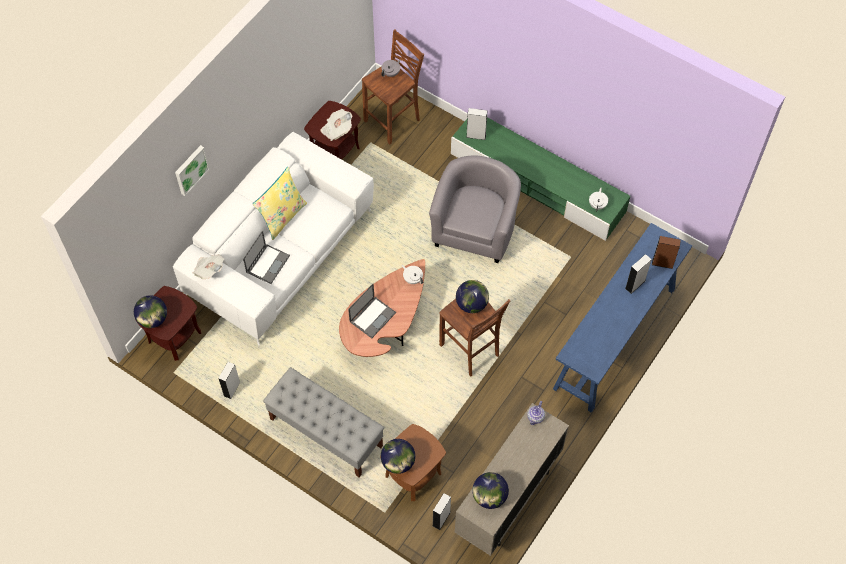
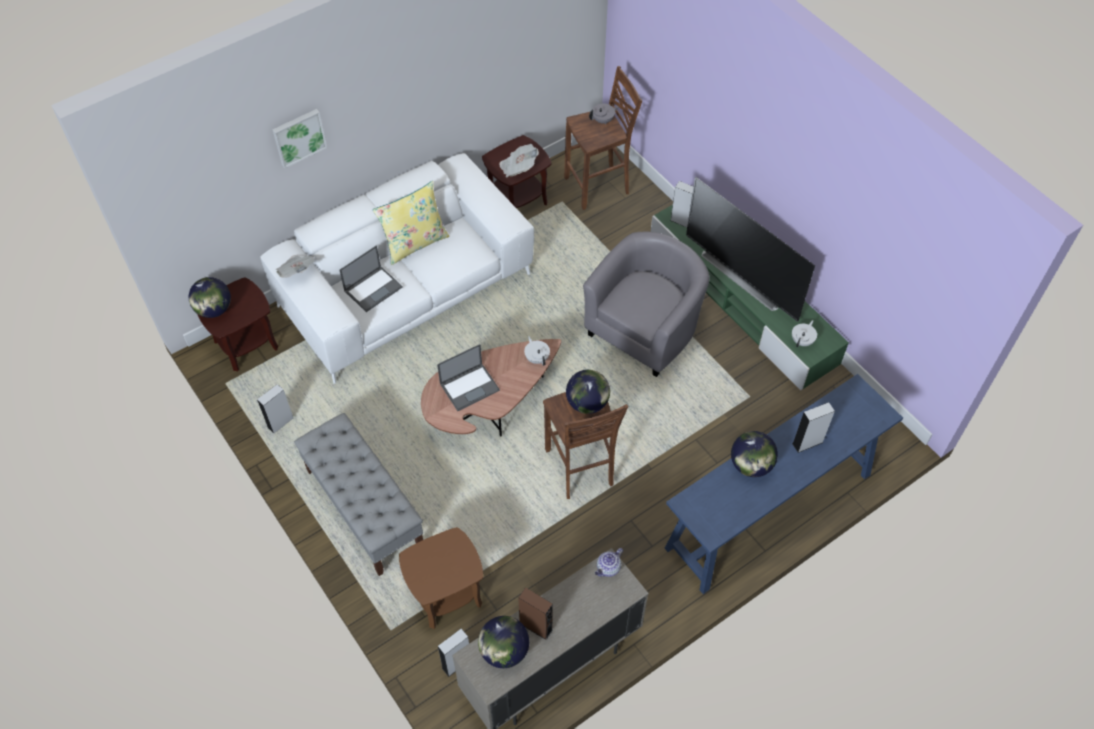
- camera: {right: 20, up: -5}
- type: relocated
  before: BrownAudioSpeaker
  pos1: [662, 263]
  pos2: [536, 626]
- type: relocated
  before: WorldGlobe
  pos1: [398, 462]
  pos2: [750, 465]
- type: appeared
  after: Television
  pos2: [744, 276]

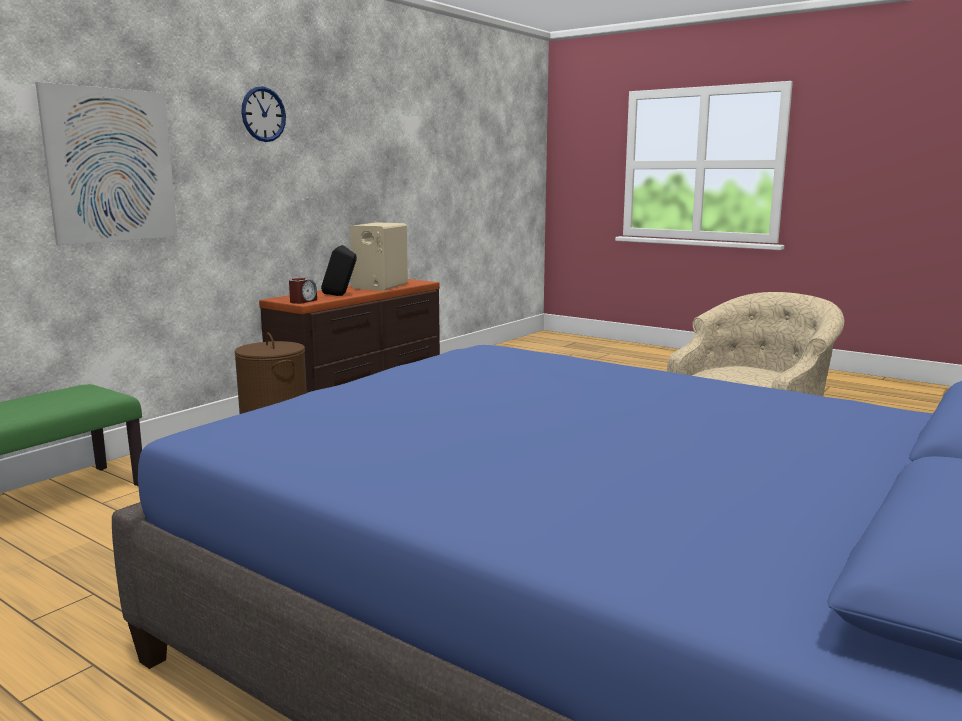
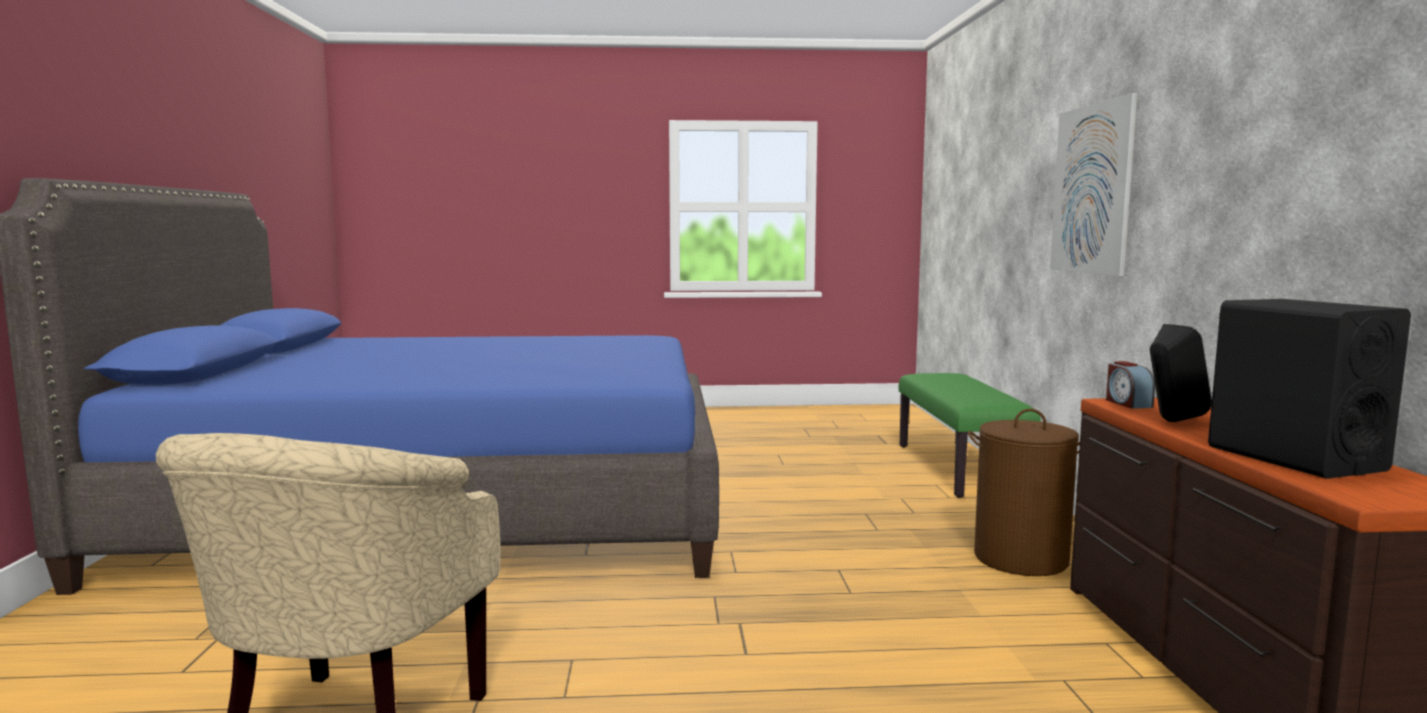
- camera: {right: 140, up: -5}
- type: missing
  before: WallClock
  pos1: [263, 114]
- type: colour
  before: BeigeColouredAudioSpeaker
  after: BlackAudioSpeaker
  pos1: [380, 286]
  pos2: [1293, 458]

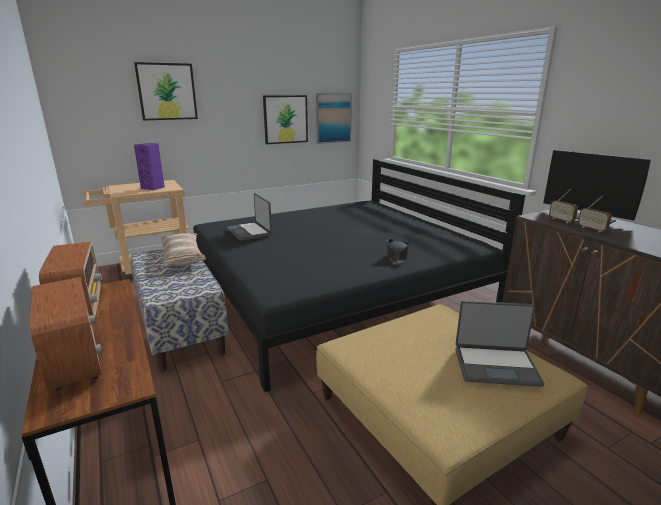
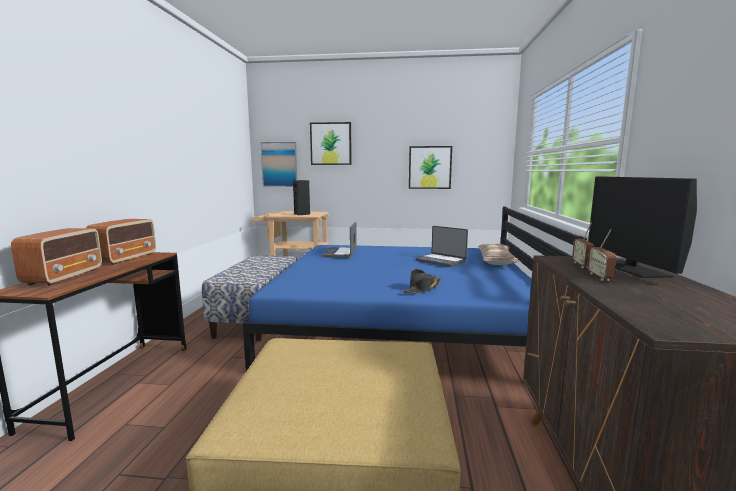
- camera: {right: 35, up: -10}
- type: relocated
  before: WallPicture
  pos1: [333, 118]
  pos2: [279, 164]
- type: colour
  before: PurpleColouredAudioSpeaker
  after: BlackAudioSpeaker
  pos1: [153, 188]
  pos2: [302, 214]
- type: colour
  before: BlackSleepingBed
  after: BlueSleepingBed
  pos1: [337, 291]
  pos2: [404, 324]
- type: relocated
  before: ThrowPillow
  pos1: [183, 257]
  pos2: [496, 261]
- type: relocated
  before: NotebookComputer
  pos1: [496, 365]
  pos2: [441, 261]

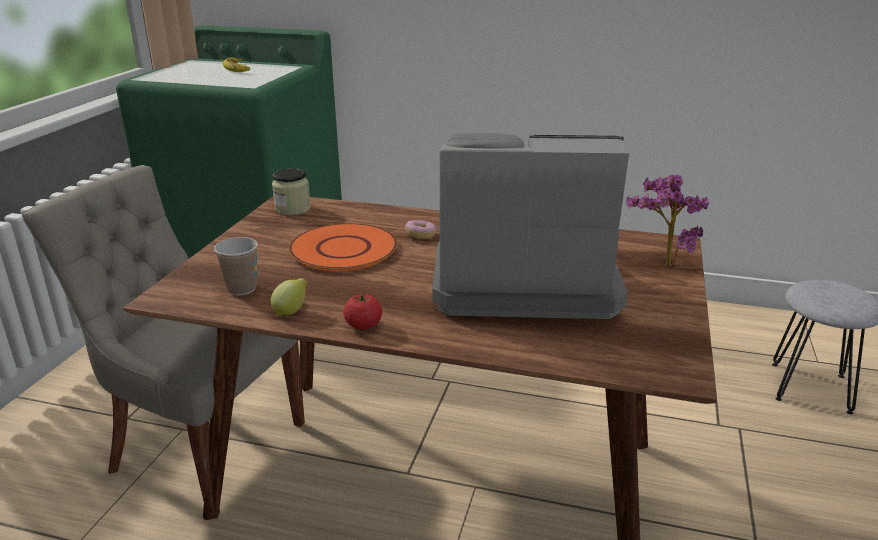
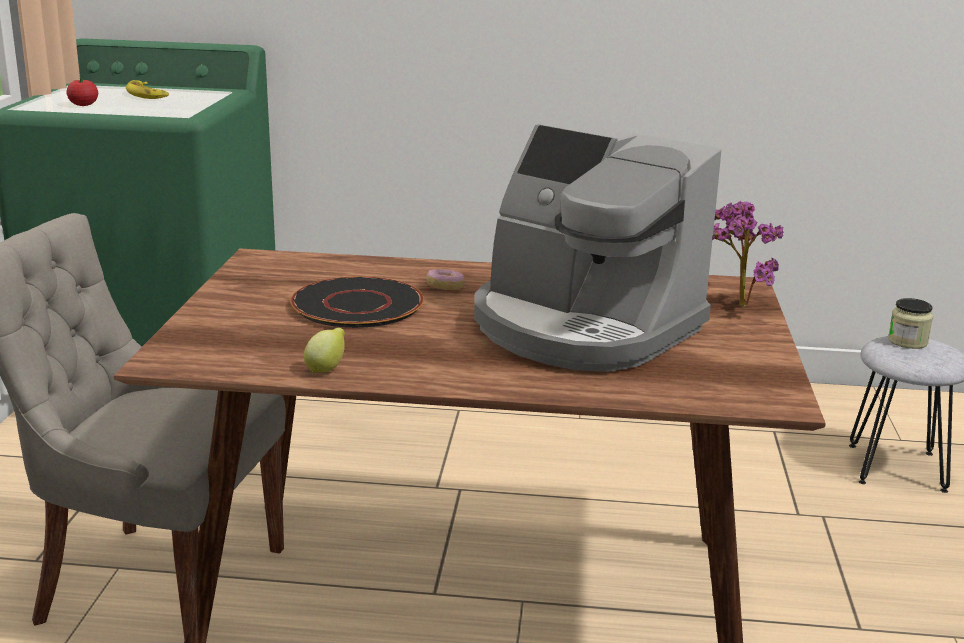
- camera: {right: -10, up: -5}
- type: spun
  before: CoffeeBrewer
  pos1: [521, 281]
  pos2: [582, 328]
  turn: -135
- type: relocated
  before: PreserveJar
  pos1: [292, 209]
  pos2: [907, 342]
- type: colour
  before: OrangeColouredPlate
  after: BlackPlate
  pos1: [343, 249]
  pos2: [356, 304]
- type: missing
  before: SmallCup
  pos1: [242, 289]
- type: relocated
  before: WholeTomato
  pos1: [363, 325]
  pos2: [83, 105]

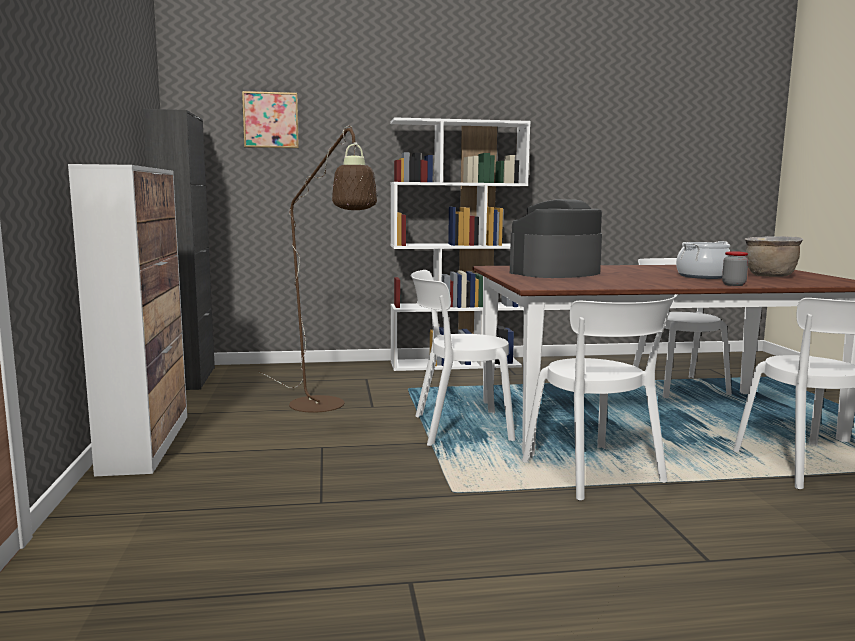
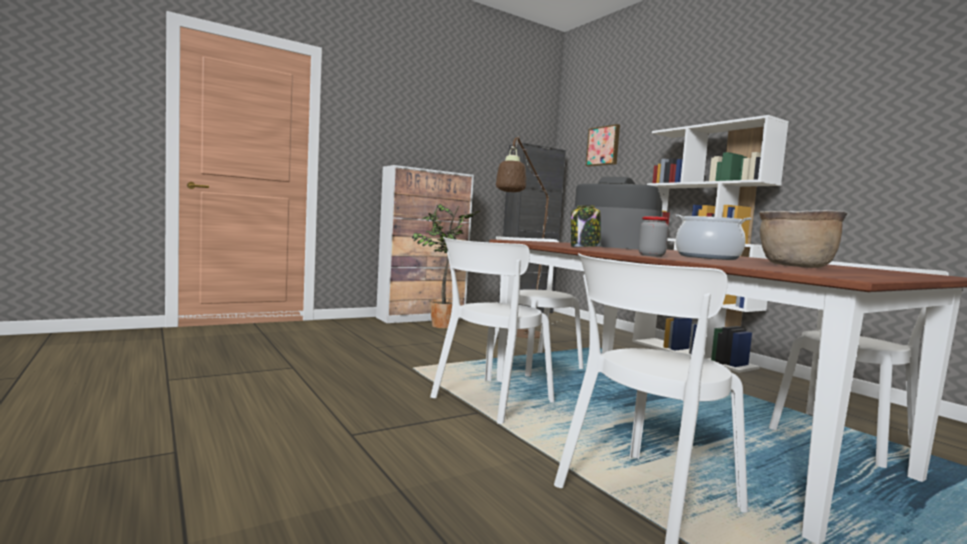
- camera: {right: 65, up: -5}
- type: appeared
  after: PottedPlant
  pos2: [441, 326]
- type: appeared
  after: PreserveJar
  pos2: [584, 247]

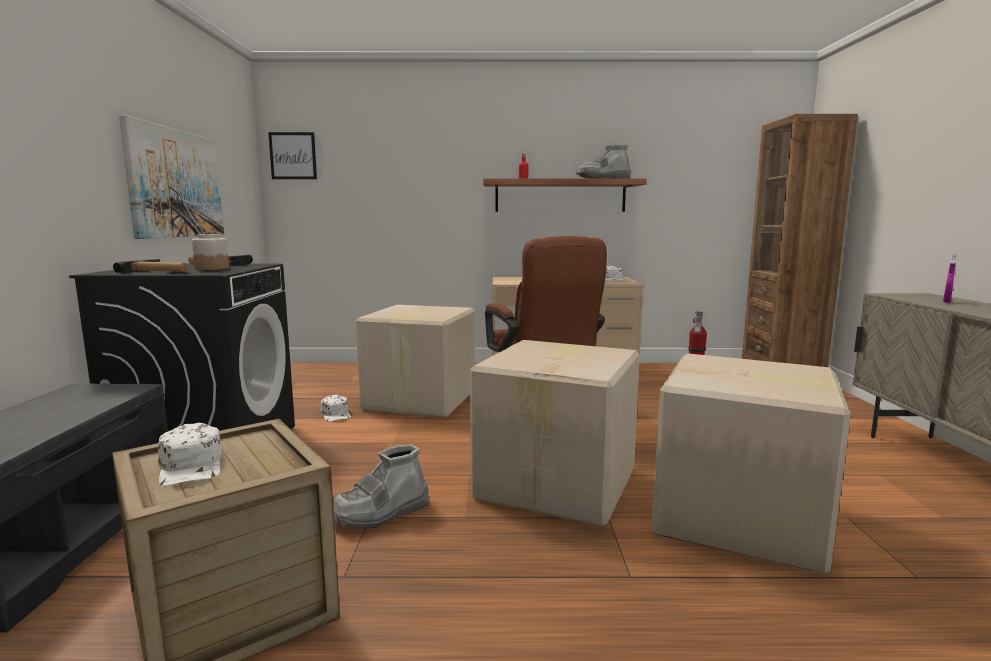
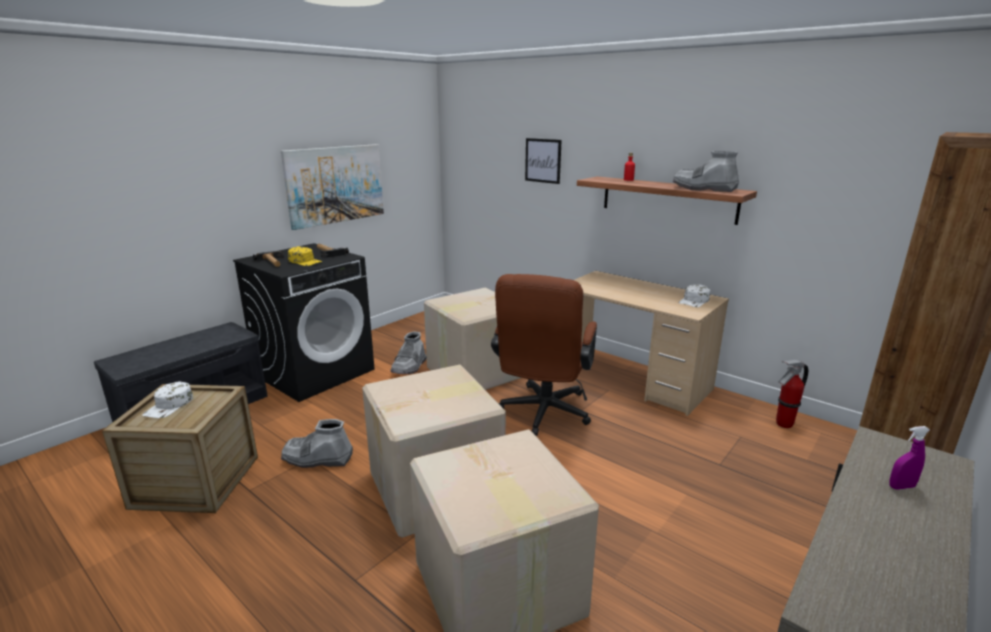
- camera: {right: 40, up: 10}
- type: relocated
  before: WallPicture
  pos1: [293, 156]
  pos2: [543, 160]
- type: exchanged
  before: PreserveJar
  after: YellowColouredBaseballCap
  pos1: [211, 268]
  pos2: [305, 261]
- type: exchanged
  before: WhiteColouredBaseballCap
  after: GreyTallBoot
  pos1: [336, 414]
  pos2: [409, 367]

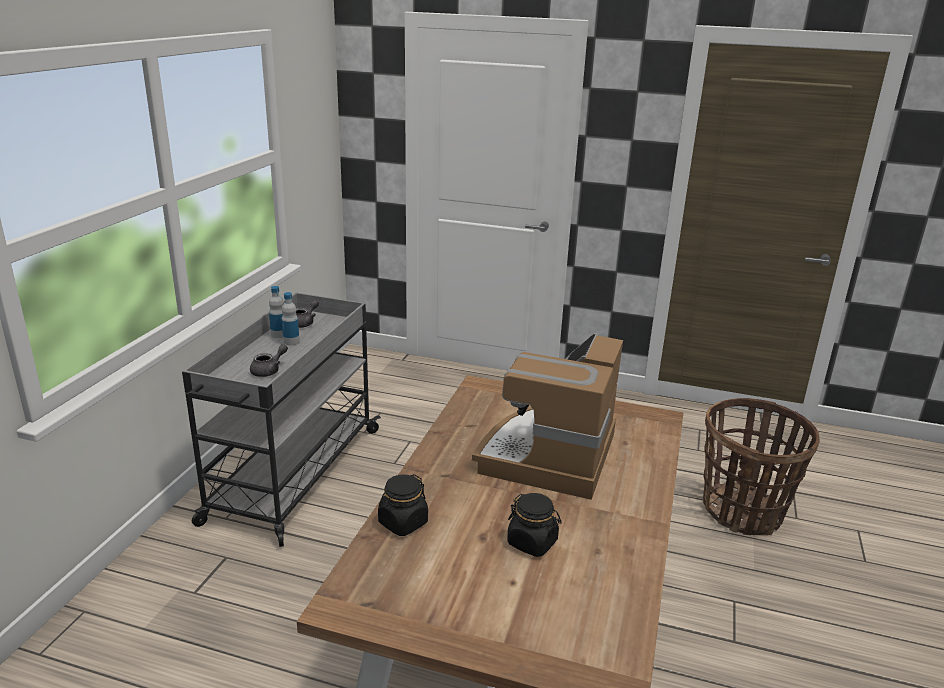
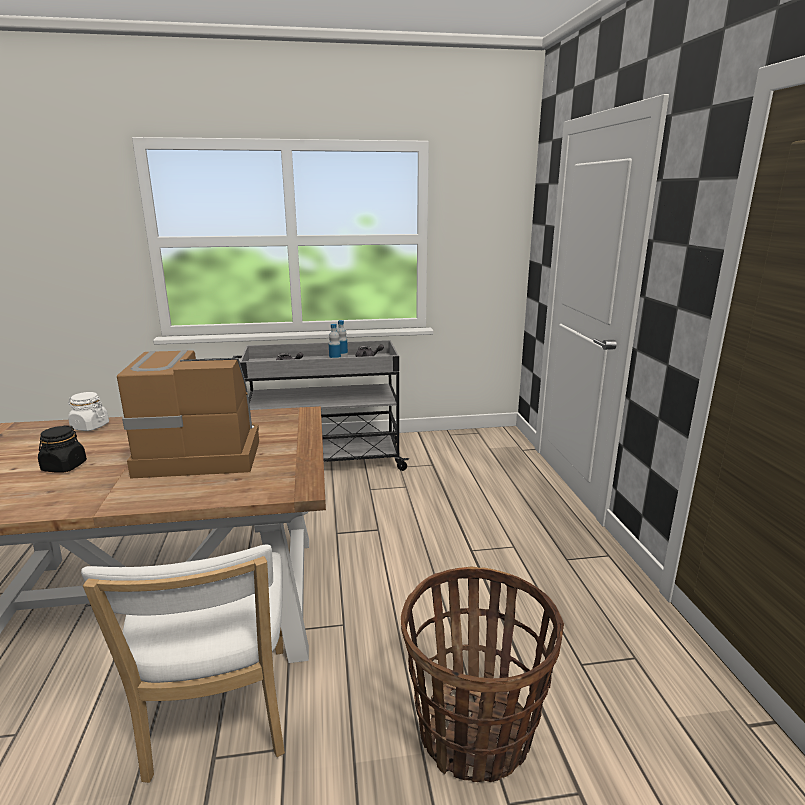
- camera: {right: 65, up: -5}
- type: colour
  before: BlackPreserveJar
  after: WhiteColouredPreserveJar
  pos1: [402, 523]
  pos2: [90, 426]
- type: appeared
  after: WhiteColouredUprightChair
  pos2: [218, 717]

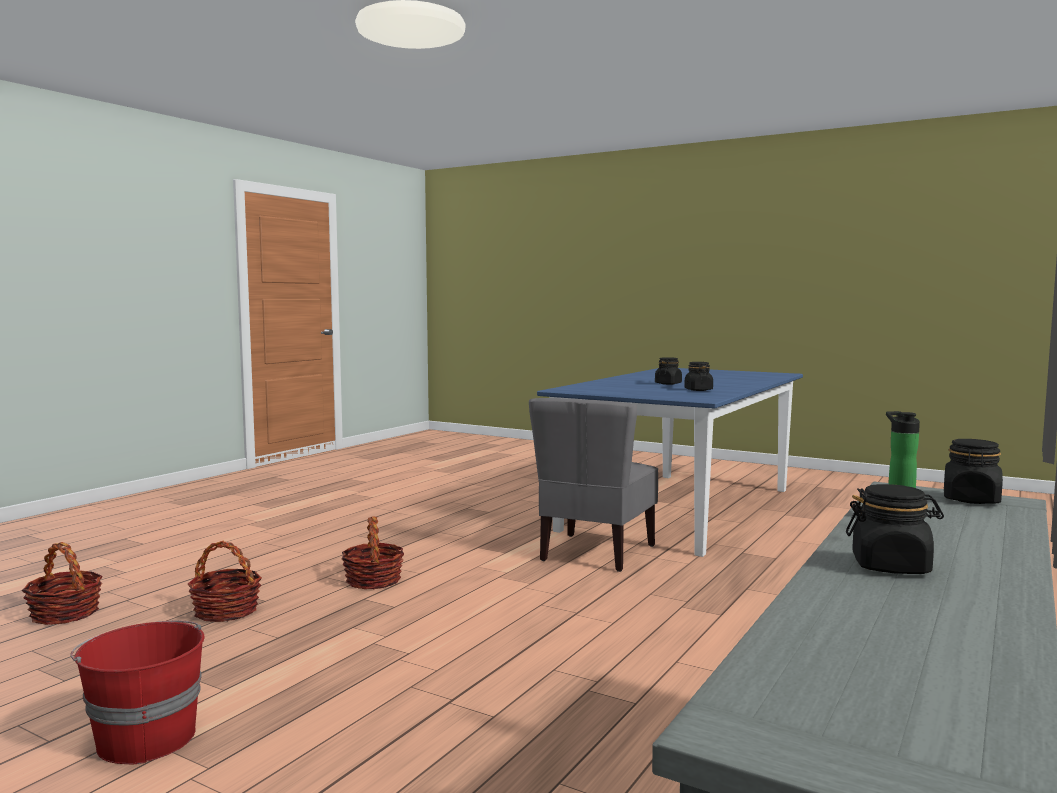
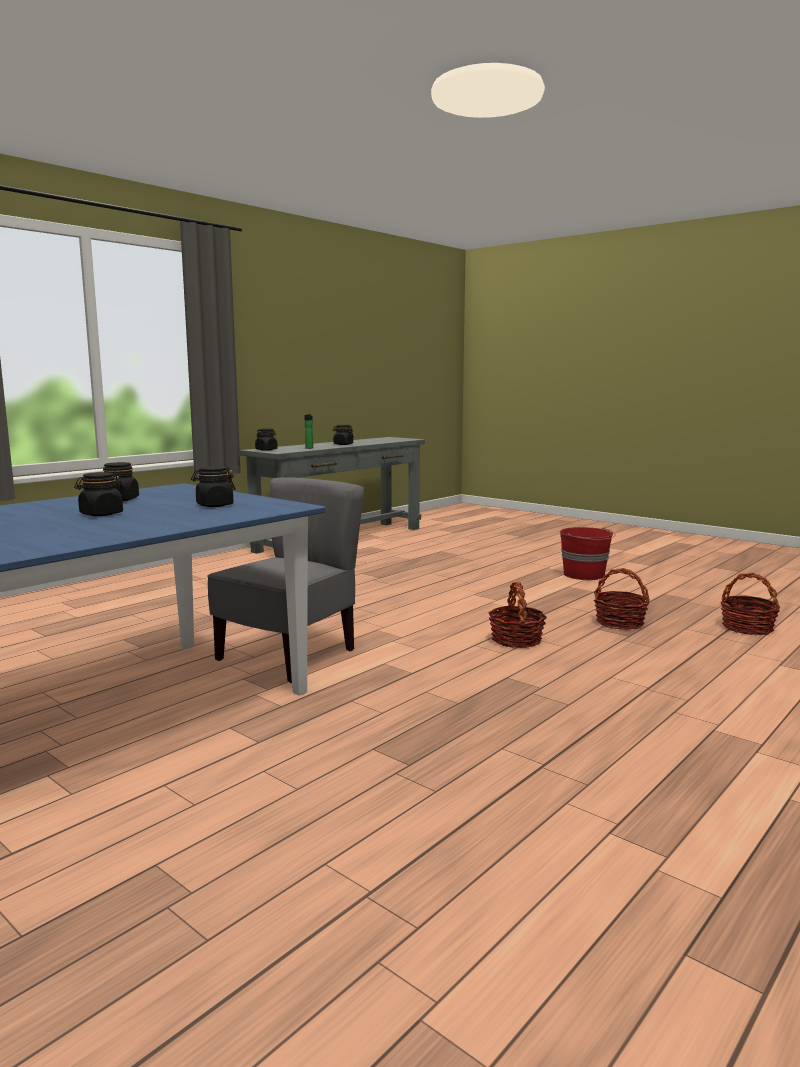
- camera: {right: -170, up: 5}
- type: appeared
  after: BlackPreserveJar
  pos2: [214, 505]

